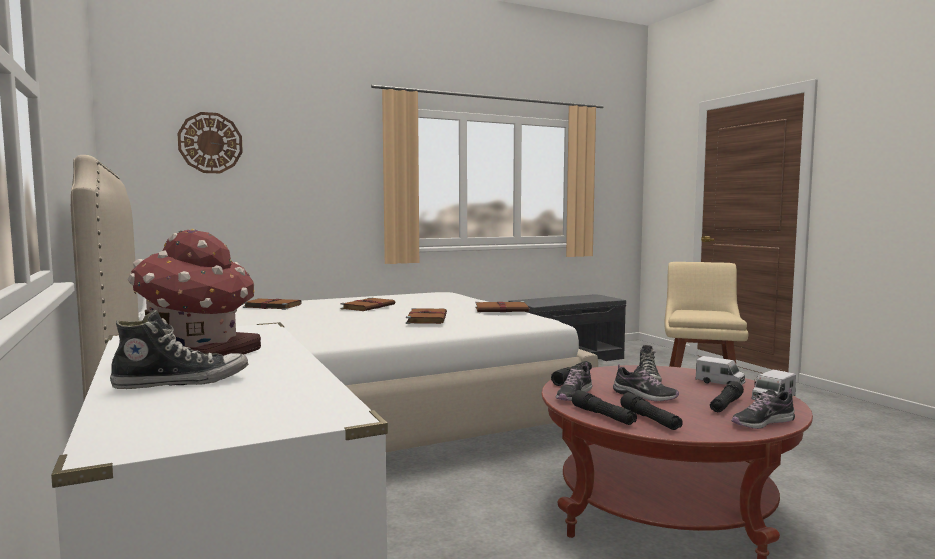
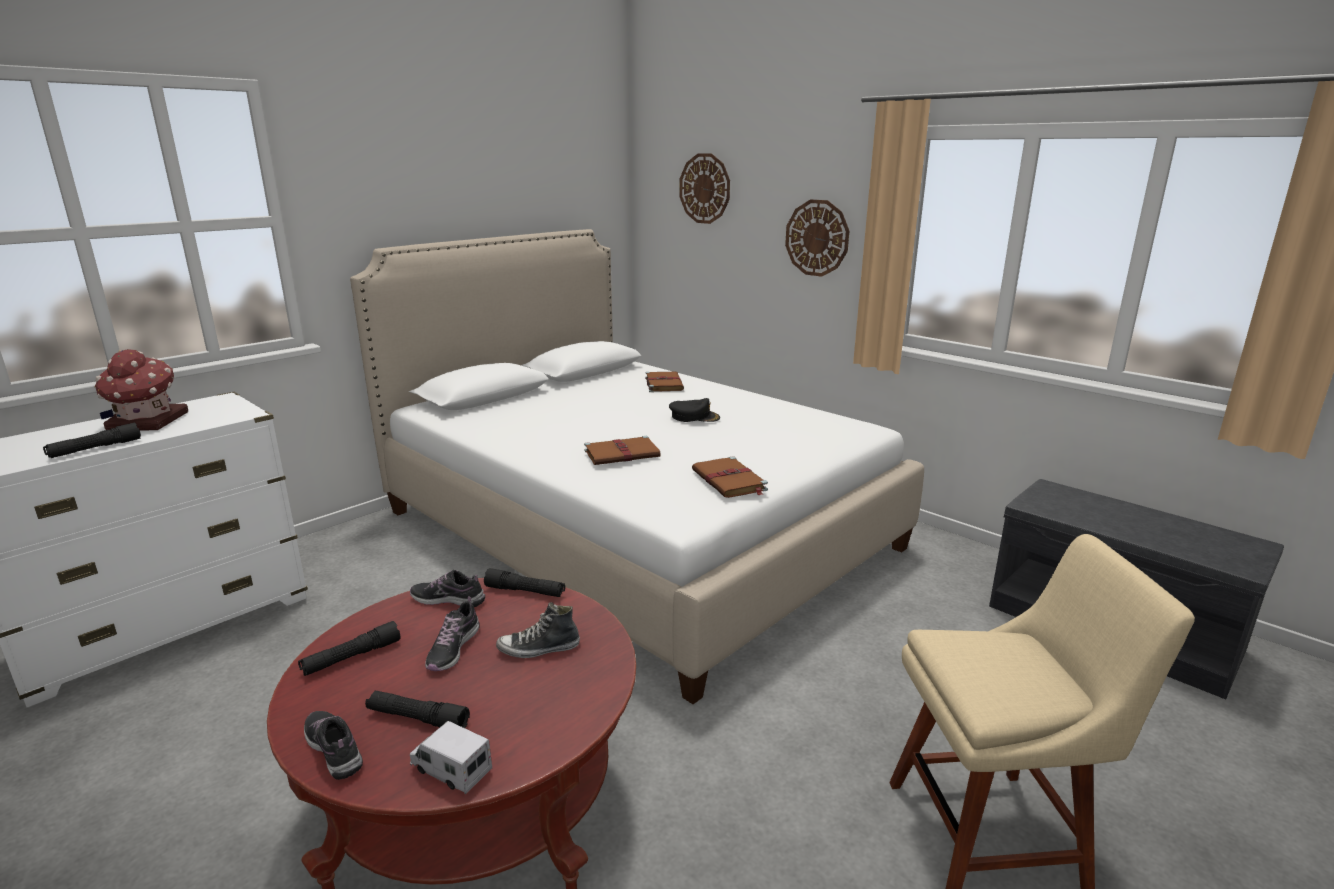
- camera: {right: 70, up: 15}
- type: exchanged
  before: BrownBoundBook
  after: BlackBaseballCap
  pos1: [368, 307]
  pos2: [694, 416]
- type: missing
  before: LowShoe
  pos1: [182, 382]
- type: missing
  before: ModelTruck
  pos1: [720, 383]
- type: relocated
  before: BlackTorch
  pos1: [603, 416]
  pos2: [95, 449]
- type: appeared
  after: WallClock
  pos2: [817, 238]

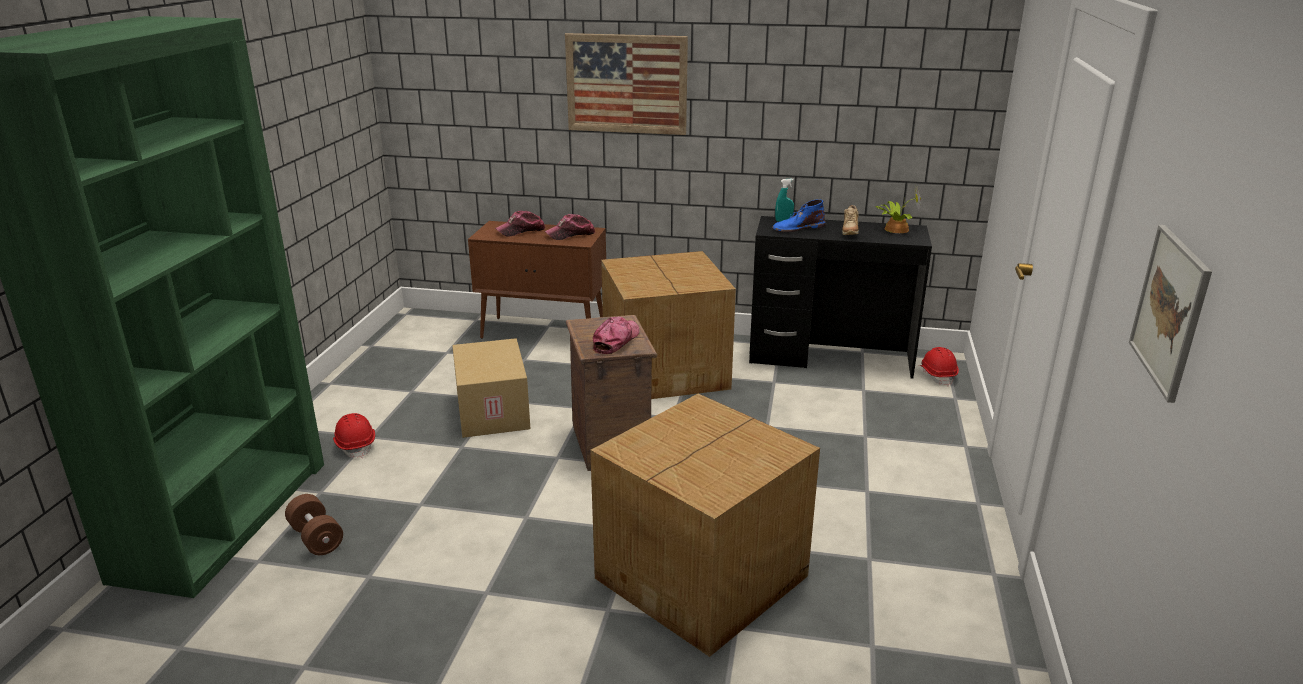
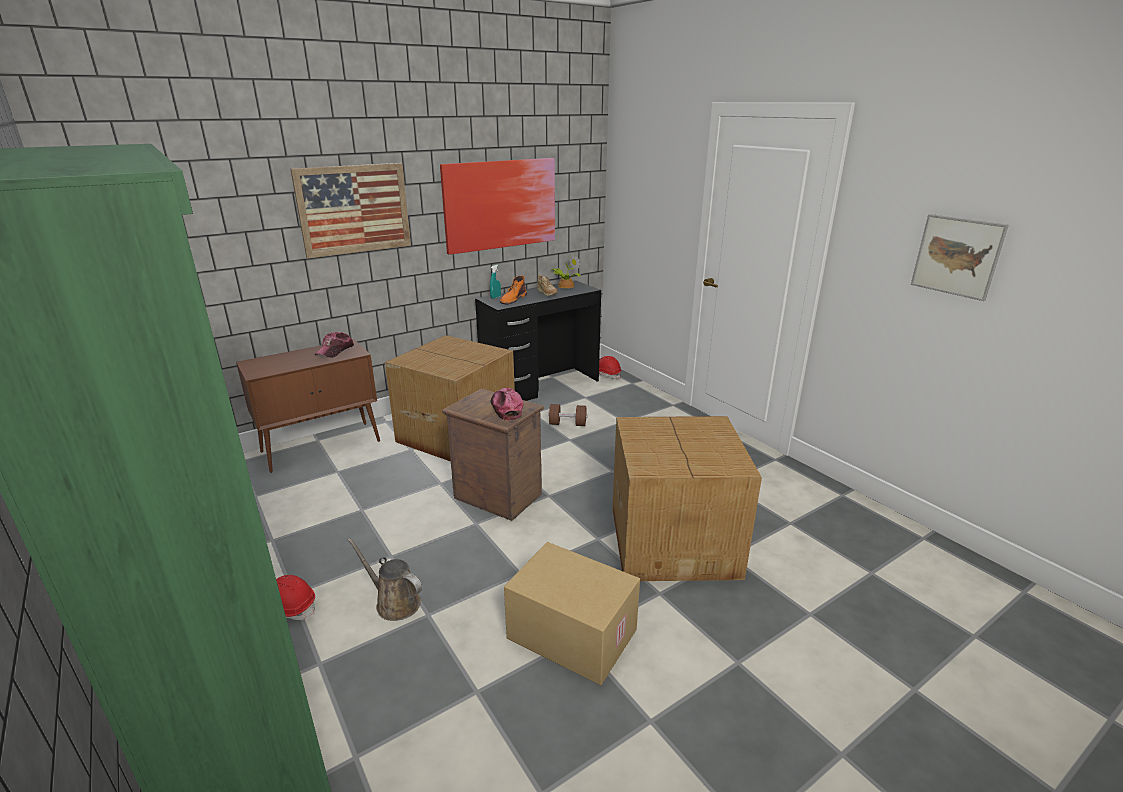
- camera: {right: -45, up: 0}
- type: colour
  before: BlueTallBoot
  after: OrangeColouredTallBoot
  pos1: [797, 228]
  pos2: [513, 299]
- type: missing
  before: BaseballCap
  pos1: [521, 230]
- type: relocated
  before: PackingBox
  pos1: [491, 410]
  pos2: [570, 635]
- type: relocated
  before: BrownDumbbell
  pos1: [316, 538]
  pos2: [567, 424]
- type: appeared
  after: WallPicture
  pos2: [500, 204]
- type: appeared
  after: BrownWateringPot
  pos2: [394, 602]

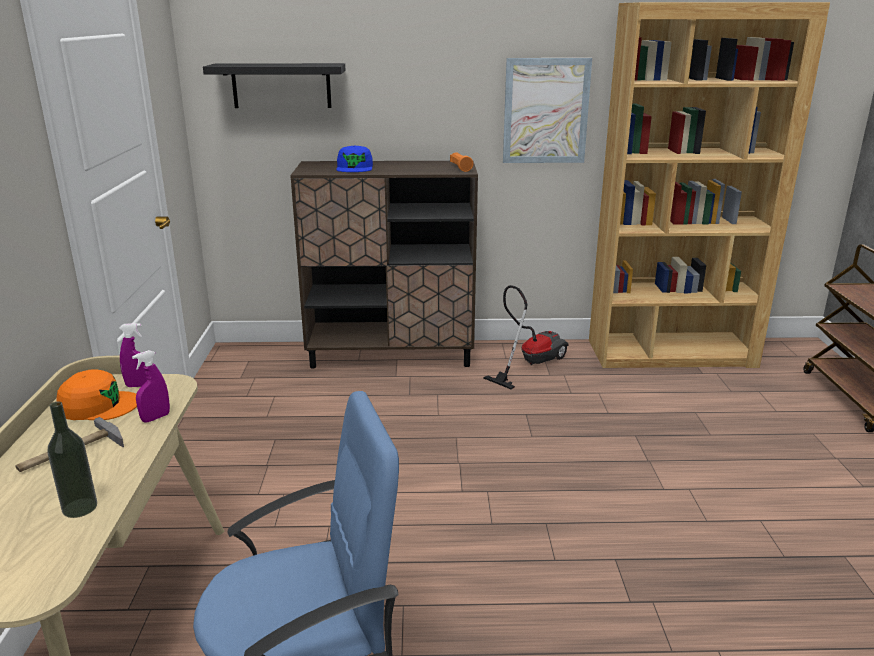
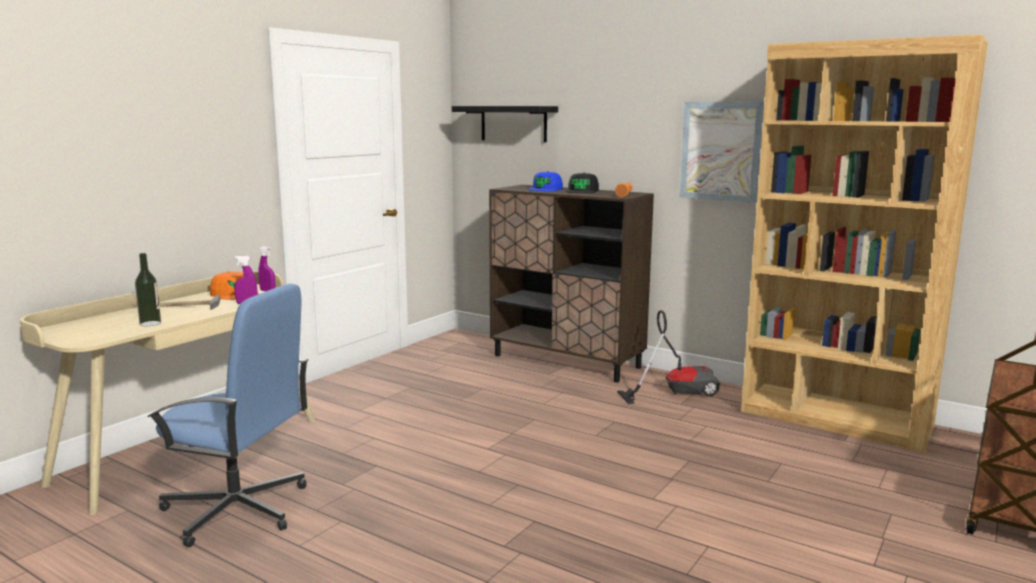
- camera: {right: 35, up: -10}
- type: appeared
  after: BlackBaseballCap
  pos2: [582, 191]

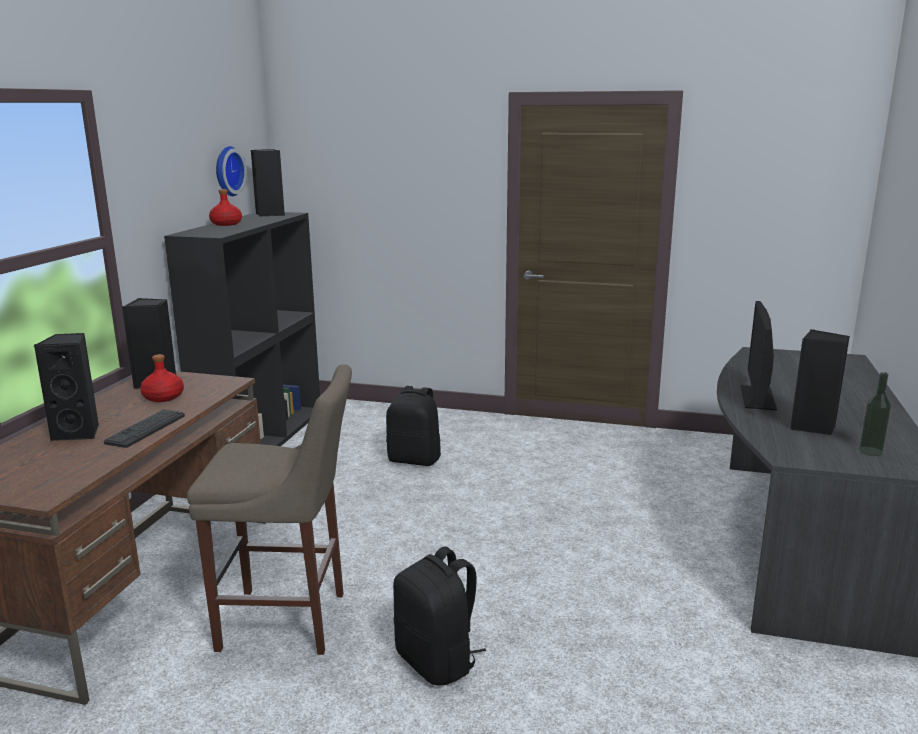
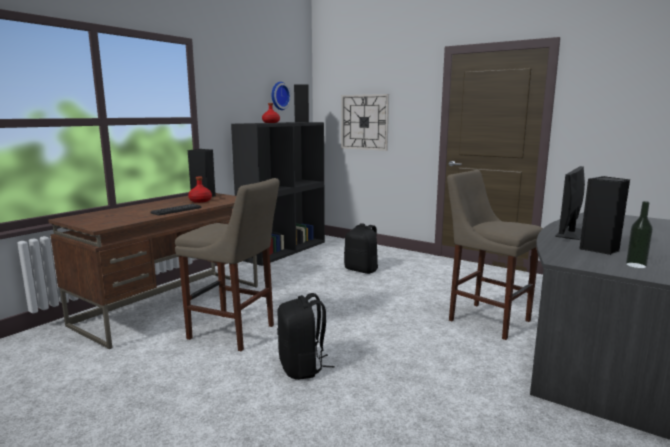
- camera: {right: 20, up: -5}
- type: missing
  before: BlackAudioSpeaker
  pos1: [79, 433]
- type: appeared
  after: WallClock
  pos2: [364, 122]
- type: appeared
  after: BeigeColouredStool
  pos2: [485, 319]

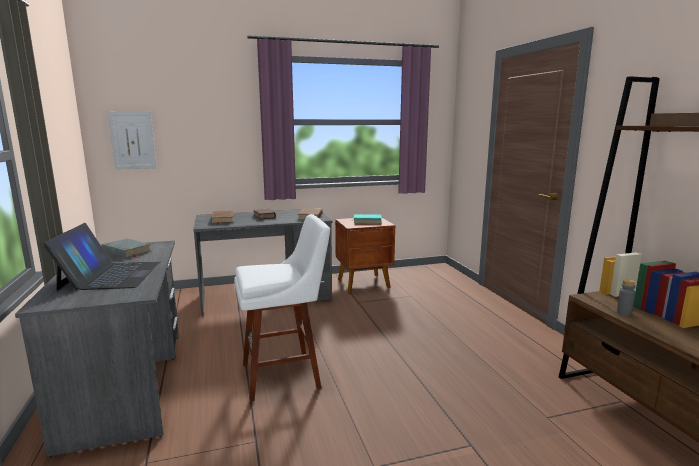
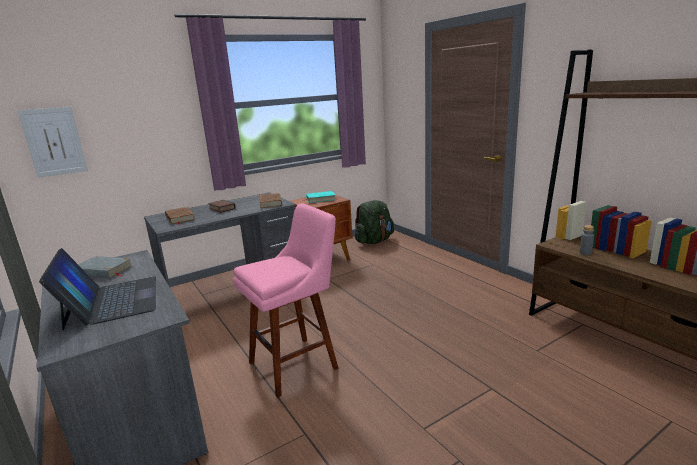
- camera: {right: -15, up: 5}
- type: colour
  before: WhiteColouredStool
  after: PinkColouredStool
  pos1: [285, 374]
  pos2: [297, 363]
- type: appeared
  after: GreenKnapsack
  pos2: [374, 241]

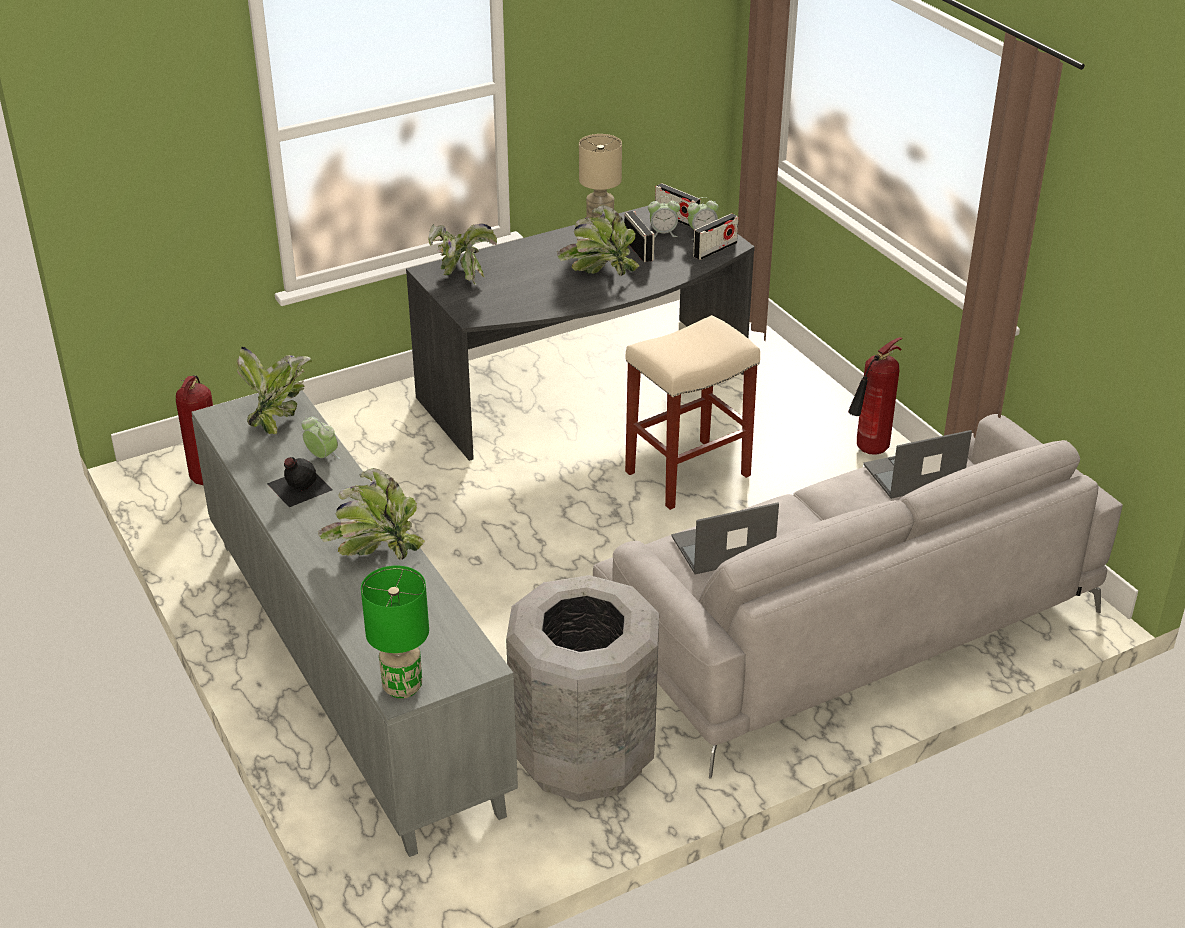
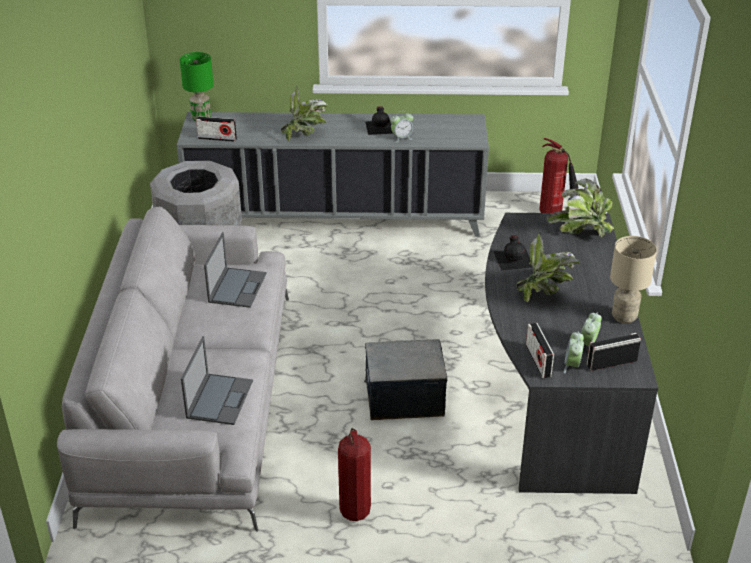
- camera: {right: 120, up: 0}
- type: relocated
  before: RadioSet
  pos1: [638, 249]
  pos2: [217, 138]
- type: exchanged
  before: BeigeColouredStool
  after: StorageBin
  pos1: [687, 474]
  pos2: [404, 398]
- type: missing
  before: PottedPlant
  pos1: [278, 415]
- type: appeared
  after: BlackDrinkBottle
  pos2: [514, 258]

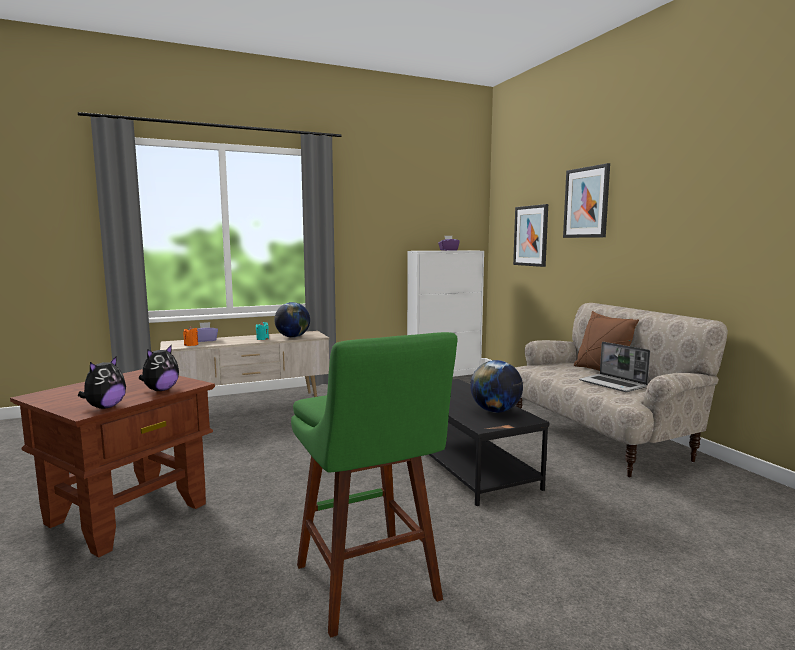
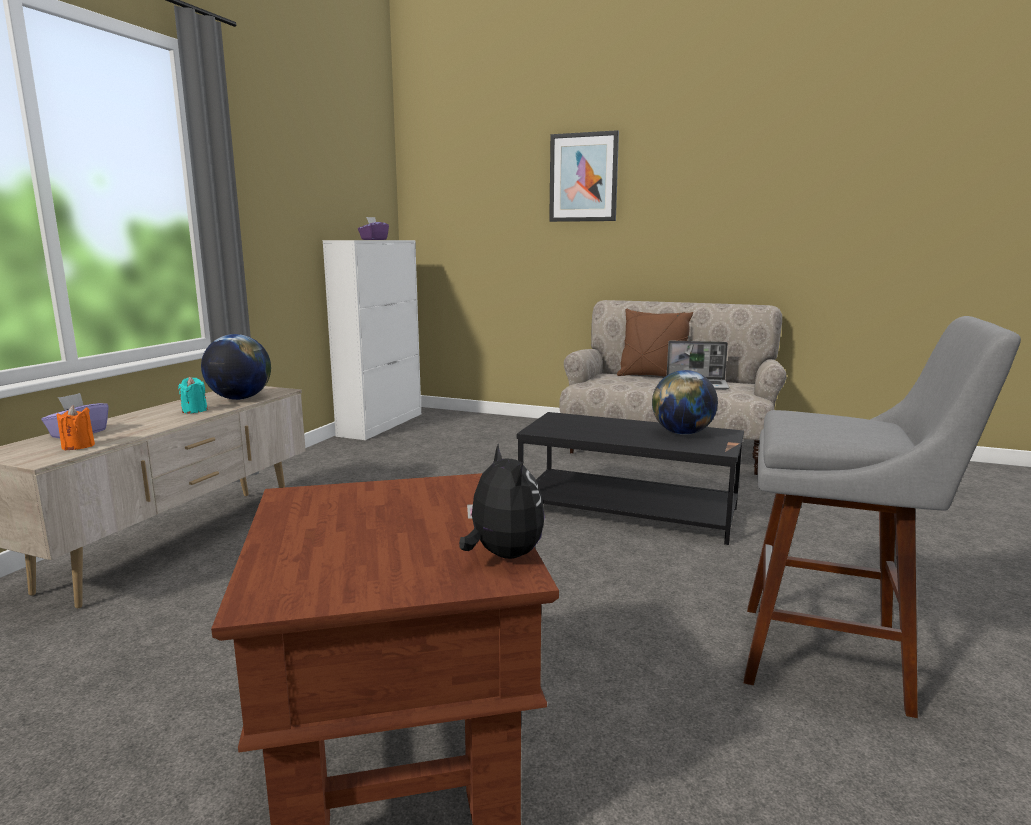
- camera: {right: -45, up: 5}
- type: missing
  before: WallPicture
  pos1: [531, 236]
- type: colour
  before: GreenStool
  after: GreyStool
  pos1: [370, 588]
  pos2: [836, 658]
- type: missing
  before: SoftToy
  pos1: [160, 390]

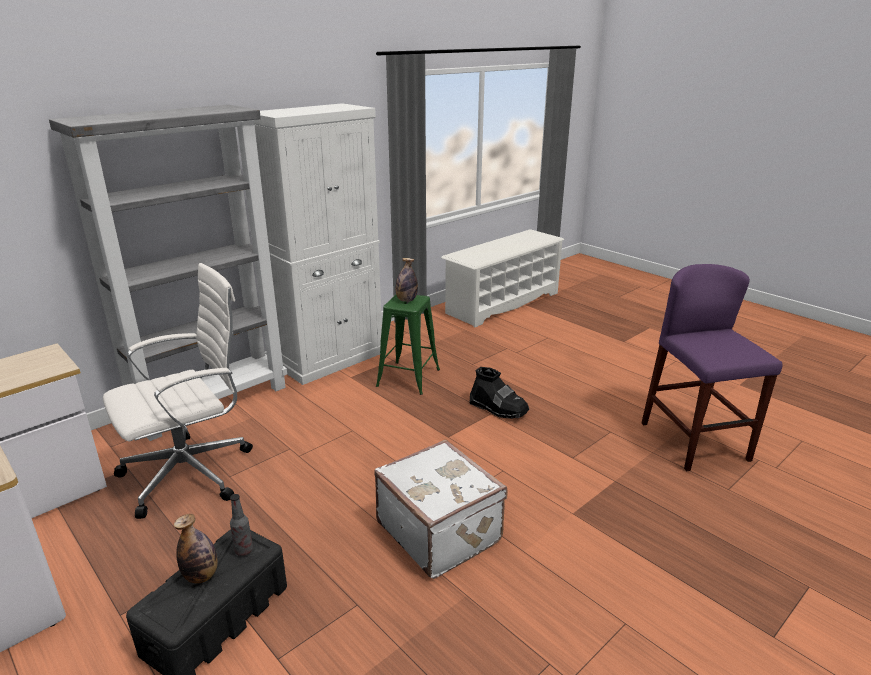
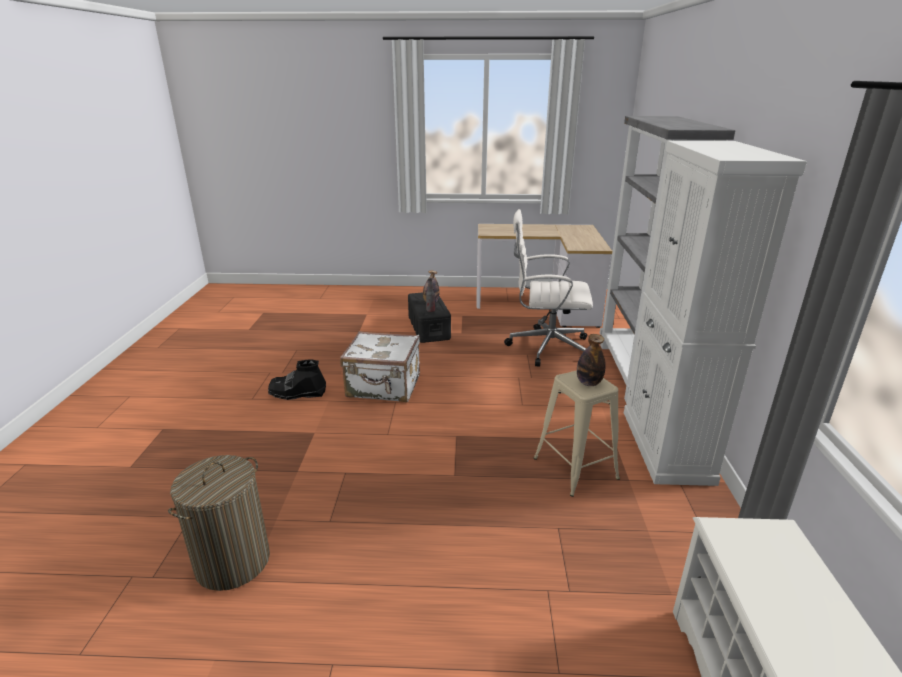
- camera: {right: 135, up: 0}
- type: spun
  before: WhiteColouredDeskChair
  pos1: [191, 472]
  pos2: [546, 347]
  turn: 90
- type: exchanged
  before: PurpleColouredStool
  after: LaundryBasket
  pos1: [694, 441]
  pos2: [232, 562]
- type: colour
  before: GreenStool
  after: BeigeColouredStool
  pos1: [408, 378]
  pos2: [575, 468]
- type: relocated
  before: BlackTallBoot
  pos1: [498, 408]
  pos2: [297, 393]

